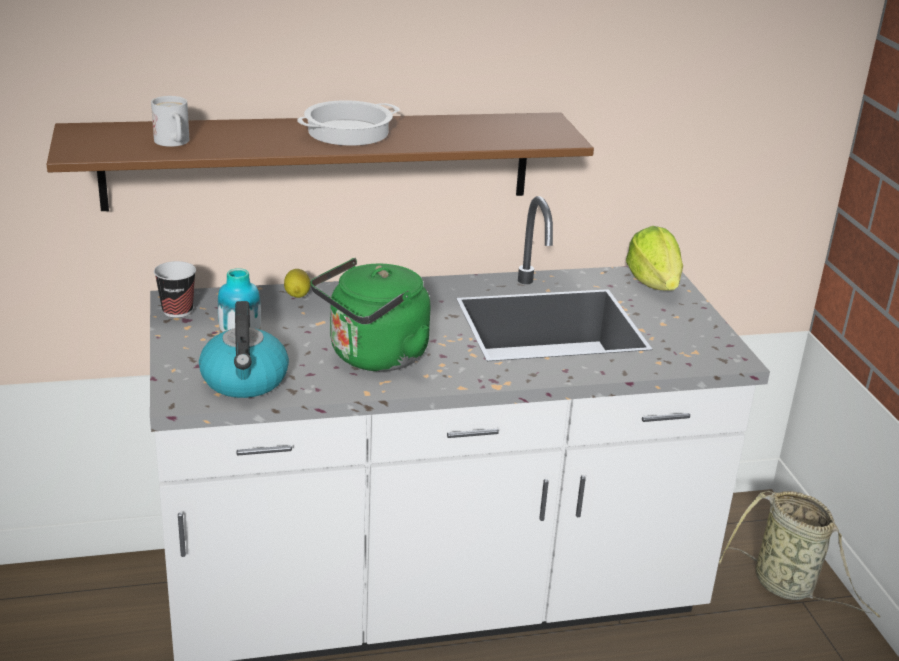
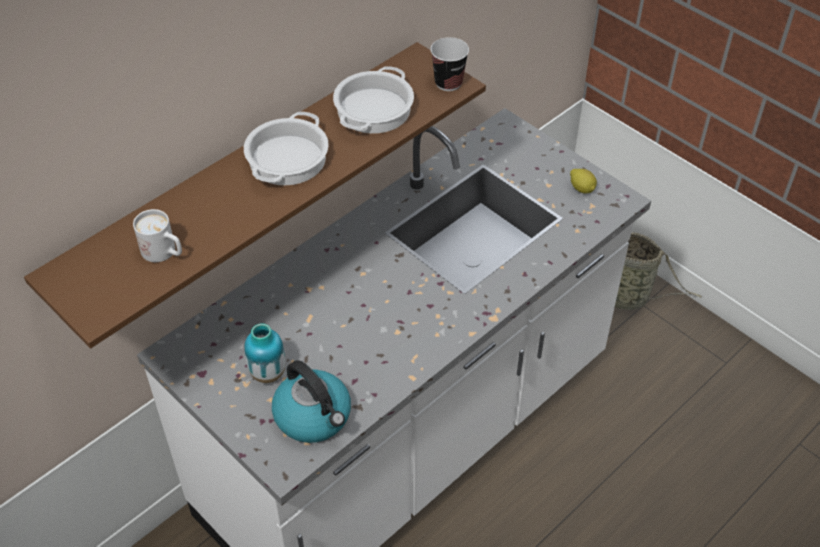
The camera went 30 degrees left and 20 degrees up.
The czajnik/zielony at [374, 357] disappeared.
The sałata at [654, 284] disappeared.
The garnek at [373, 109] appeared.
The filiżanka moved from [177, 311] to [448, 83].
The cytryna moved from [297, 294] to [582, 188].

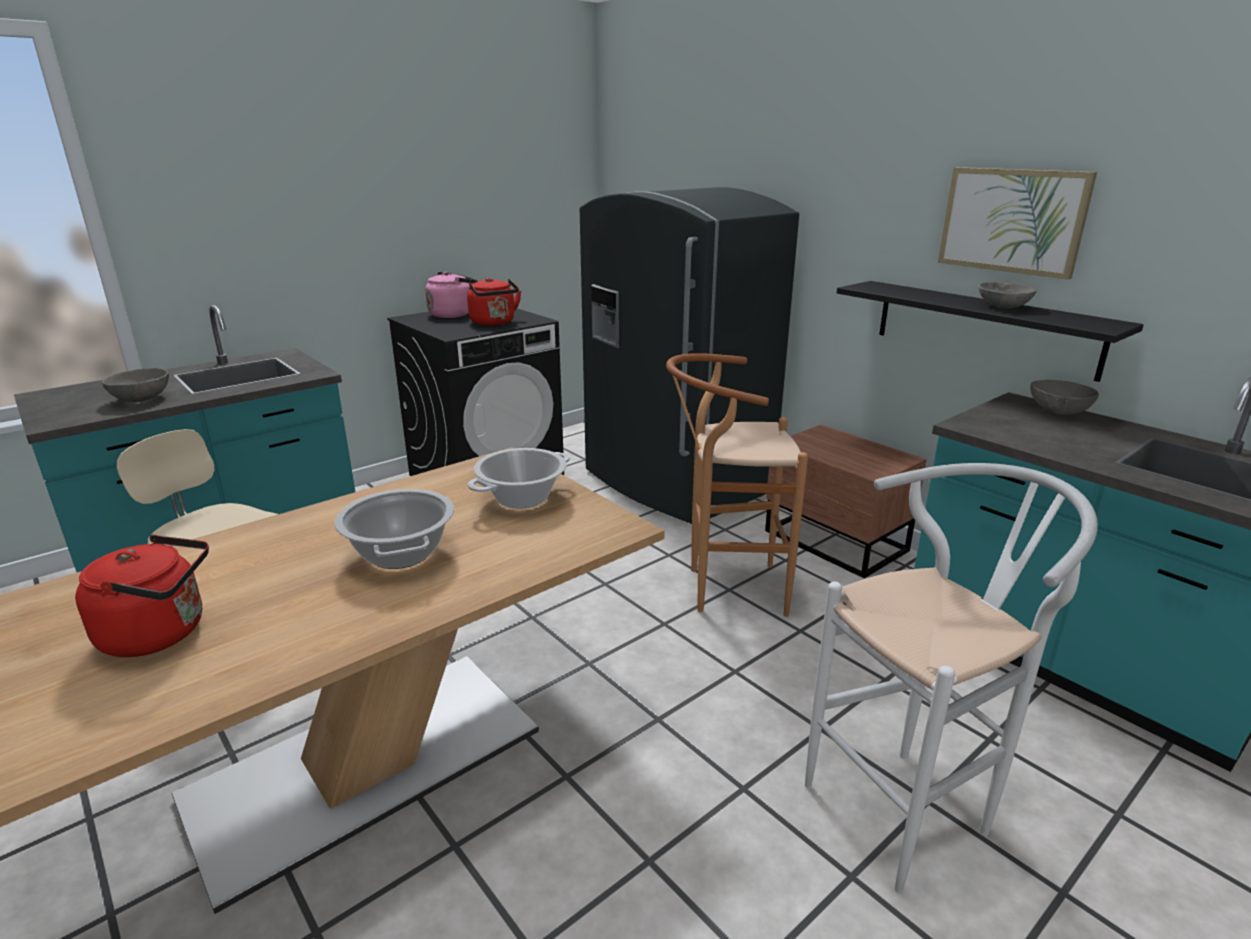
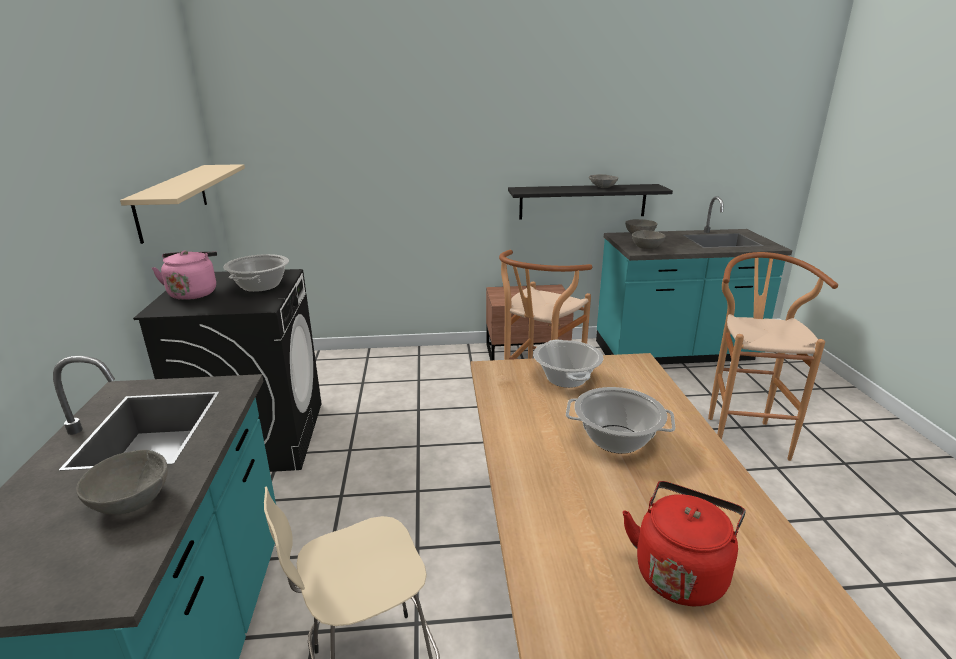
The camera went 55 degrees left and 0 degrees up.
The lodówka/szary at [674, 483] disappeared.
The obraz at [1012, 220] disappeared.
The półka/beżowy at [172, 200] appeared.
The miska/szary at [646, 248] appeared.
The czajnik/czerwony at [494, 323] was replaced by the garnek at [260, 286].
The stołek/biały at [910, 807] became the stołek/brązowy at [742, 433].

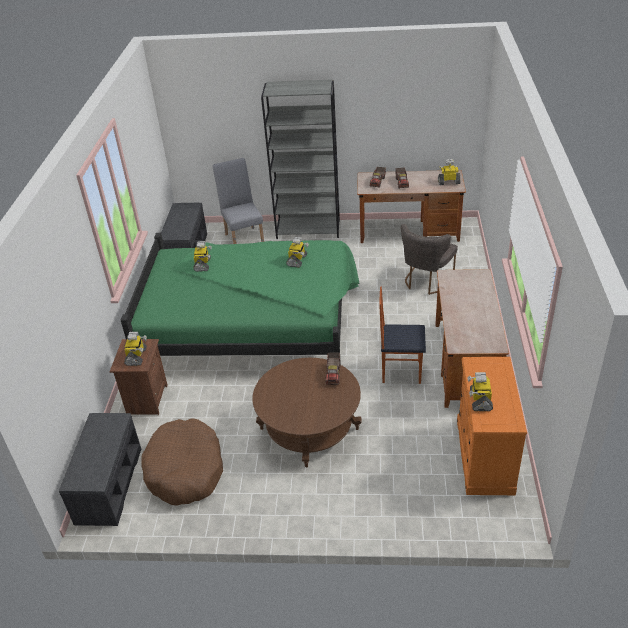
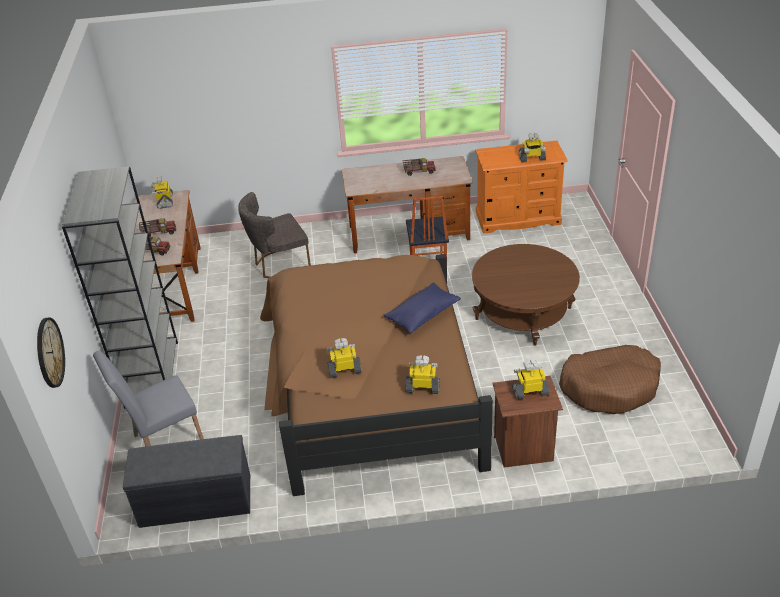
The camera went 100 degrees left and 0 degrees up.
The ławka/szary at [108, 484] disappeared.
The zegar ścienny at [49, 352] appeared.
The poduszka/niebieski at [422, 315] appeared.
The robot zabawkowy moved from [297, 260] to [423, 387].
The ciężarówka zabawkowa moved from [333, 374] to [419, 171].
The łóżko/zielony at [253, 324] became the łóżko/brązowy at [368, 386].
The krzesło/szary at [426, 282] turned 135 degrees clockwise.

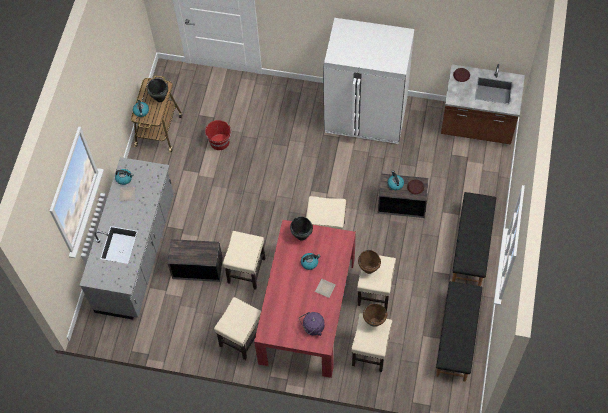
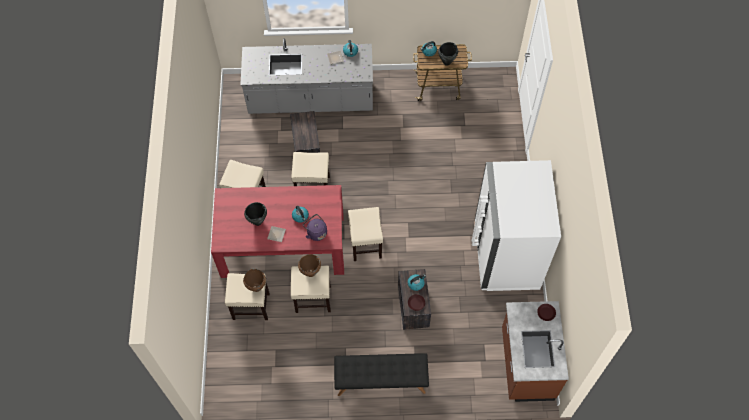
The camera went 75 degrees right and 0 degrees up.
The wiadro/czerwony at [220, 142] disappeared.
The ławka/czarny at [457, 338] disappeared.
The garnek/czarny moved from [301, 236] to [257, 221].
The czajnik/fioletowy moved from [312, 328] to [316, 232].

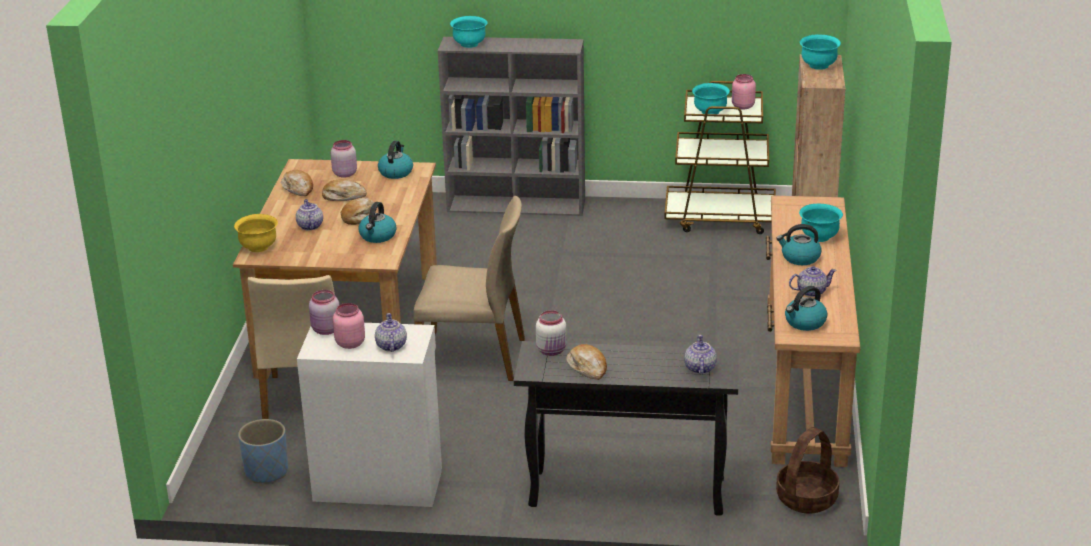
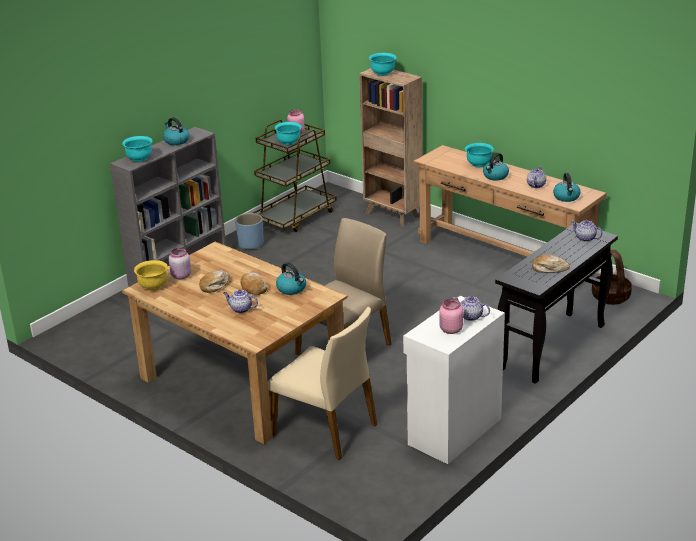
The camera went 55 degrees left and 0 degrees up.
The chleb at [298, 188] disappeared.
The słoik/różowy at [326, 330] disappeared.
The słoik/biały at [552, 351] disappeared.
The miska/żółty moved from [258, 247] to [153, 286].
The donica/niebieski moved from [266, 471] to [250, 244].
The czajnik moved from [396, 172] to [176, 141].

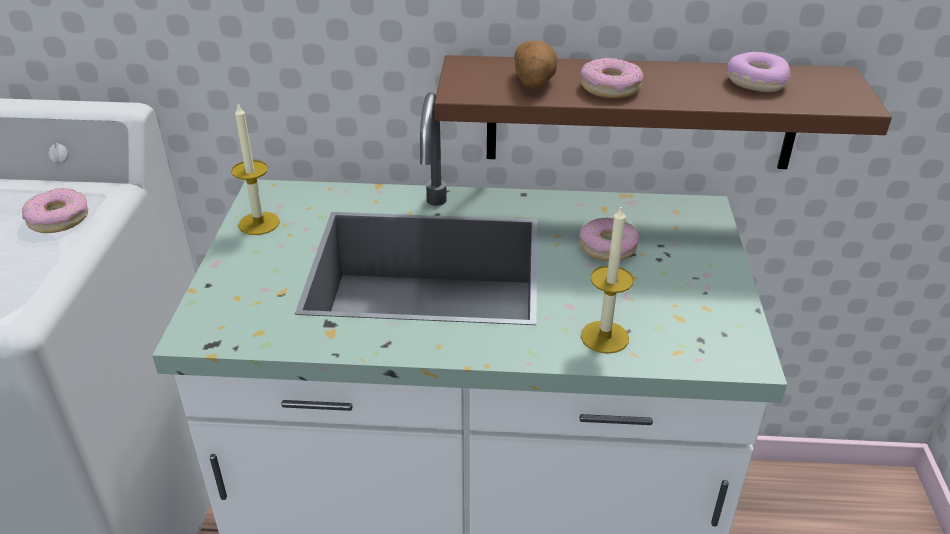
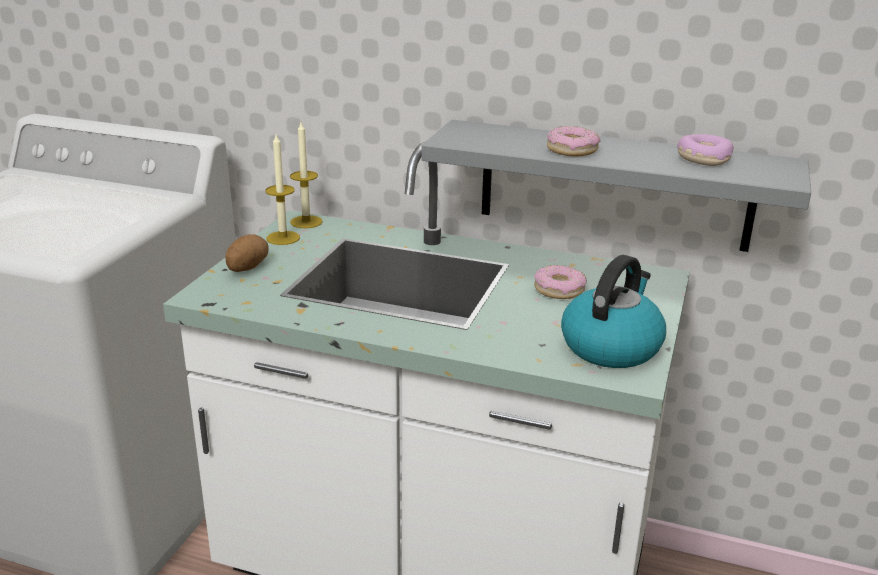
The camera went 15 degrees right and 10 degrees down.
The donut at [58, 219] disappeared.
The czajnik at [611, 346] appeared.
The ziemniak moved from [534, 83] to [247, 267].
The świeca moved from [604, 337] to [306, 222].
The półka/brązowy at [641, 113] became the półka/szary at [614, 185].

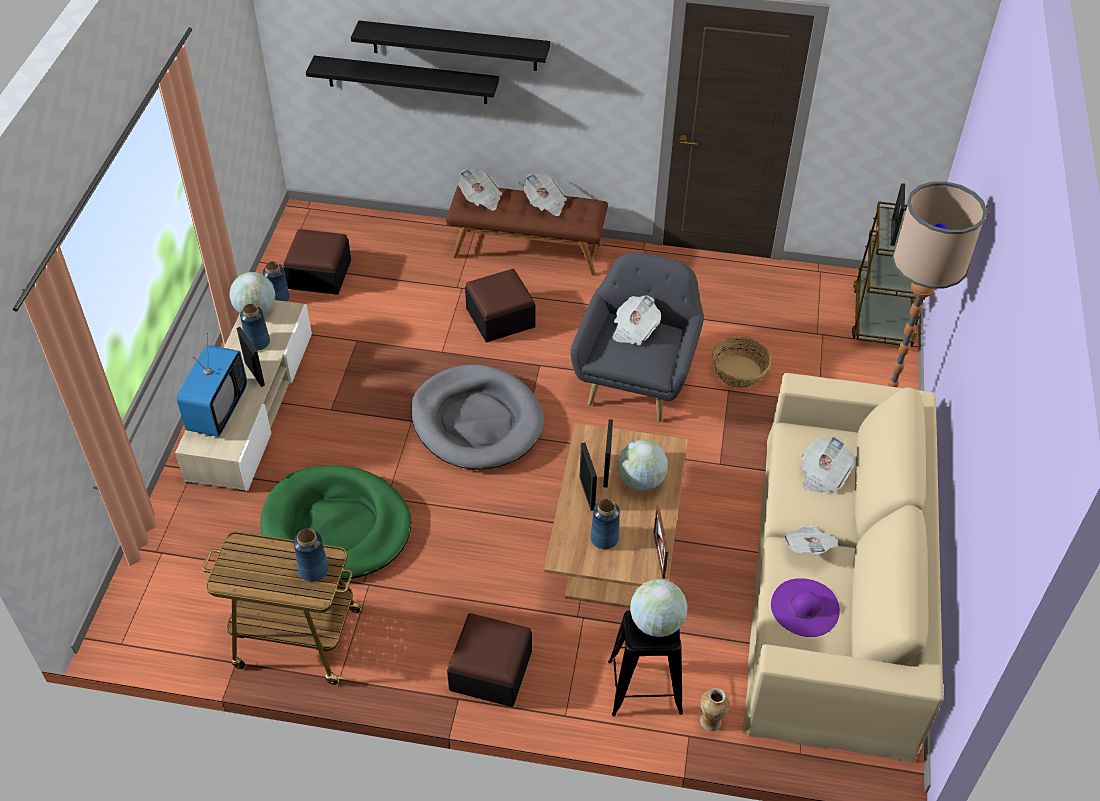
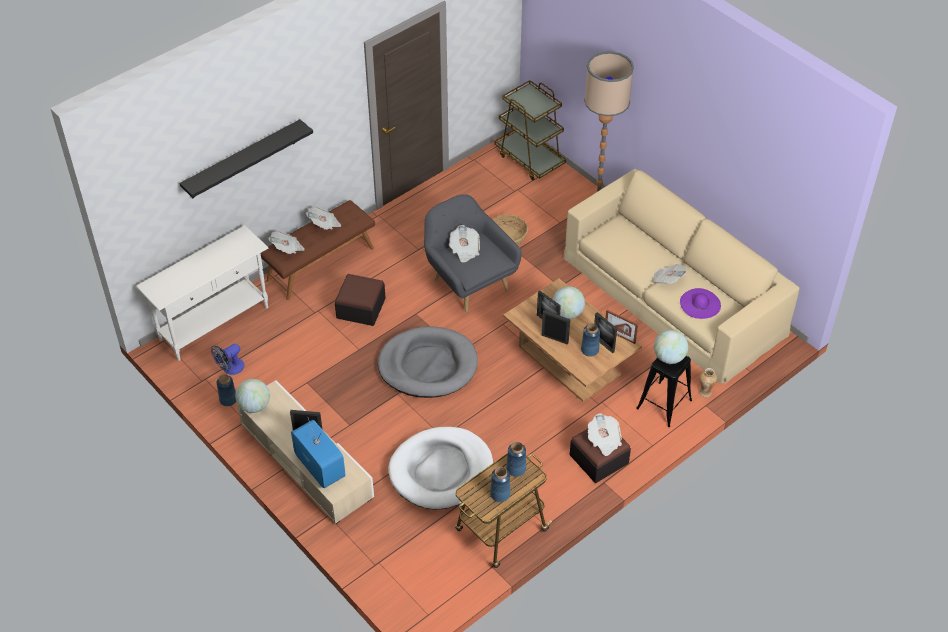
The camera went 50 degrees left and 0 degrees up.
The półka/czarny at [407, 80] disappeared.
The stolik konsolowy/biały at [215, 323] appeared.
The wazon/niebieski moved from [257, 342] to [500, 494].
The gazeta moved from [822, 475] to [604, 440].
The ramka na zdjęcie moved from [892, 233] to [603, 344].
The pufa at [319, 274] was replaced by the wentylator at [230, 368].
The legowisko/zielony at [336, 527] became the legowisko/biały at [441, 470].

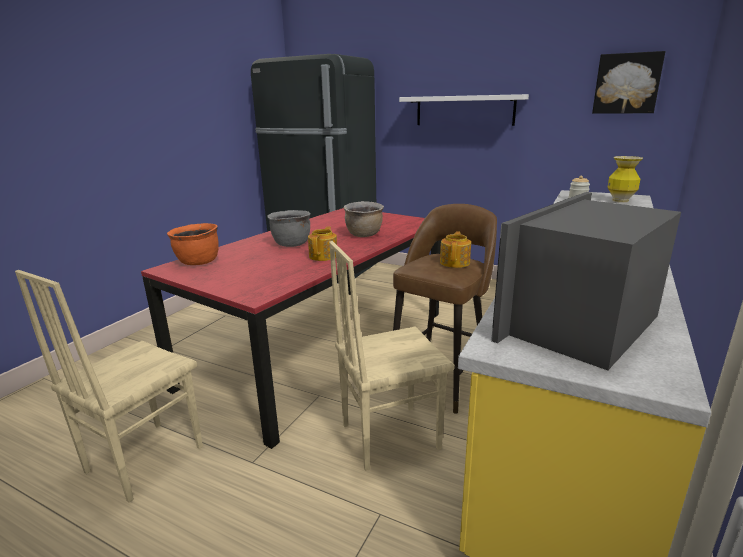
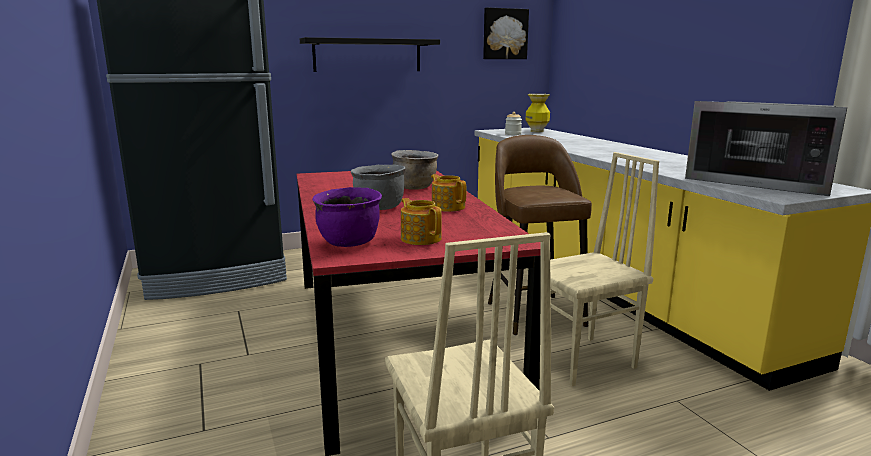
The camera went 50 degrees left and 5 degrees down.
The imbryk moved from [455, 262] to [421, 238].
The garnek/pomarańczowy at [198, 262] became the garnek/fioletowy at [349, 243].
The półka/biały at [464, 110] became the półka/czarny at [367, 55].
The krzesło/beżowy at [389, 435] turned 135 degrees counterclockwise.
The mikrofalówka at [580, 324] turned 45 degrees counterclockwise.

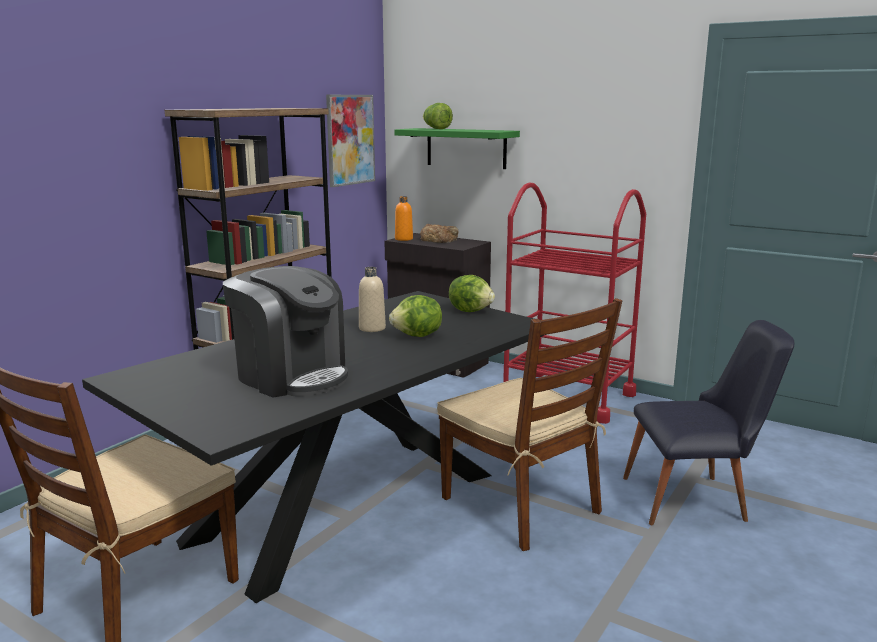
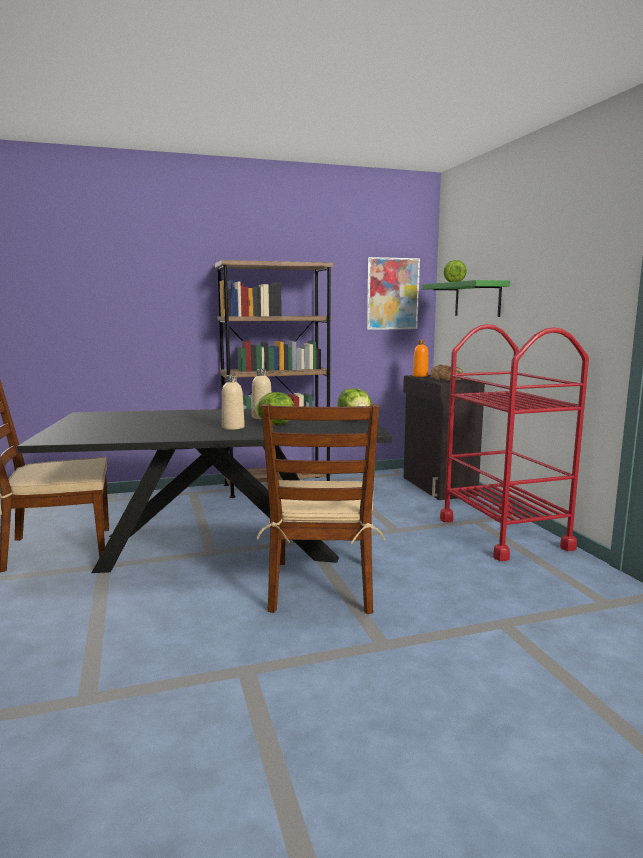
The camera went 40 degrees right and 5 degrees down.
The ekspres do kawy at [291, 376] disappeared.
The krzesło/czarny at [696, 500] disappeared.
The butelka/beżowy at [233, 427] appeared.

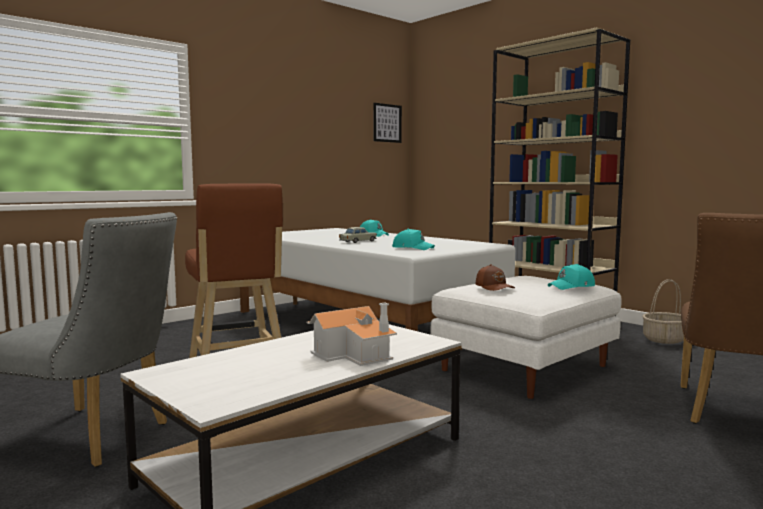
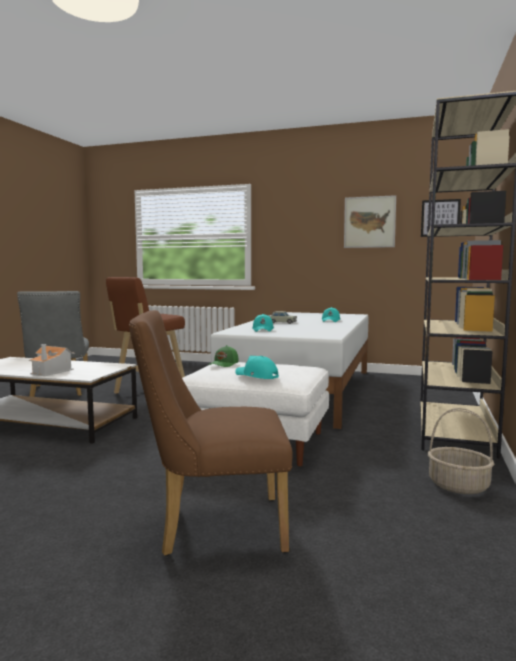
The camera went 60 degrees right and 0 degrees up.
The obraz at [369, 222] appeared.
The czapka z daszkiem/brązowy at [494, 287] became the czapka z daszkiem/zielony at [224, 364].

